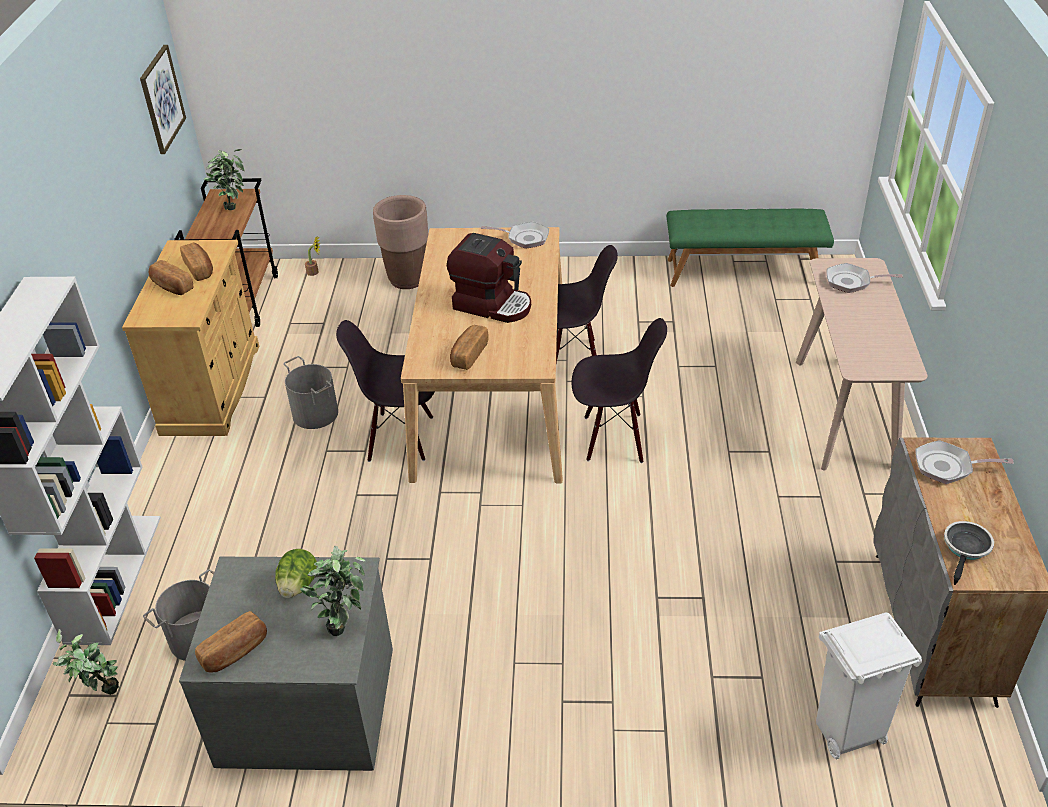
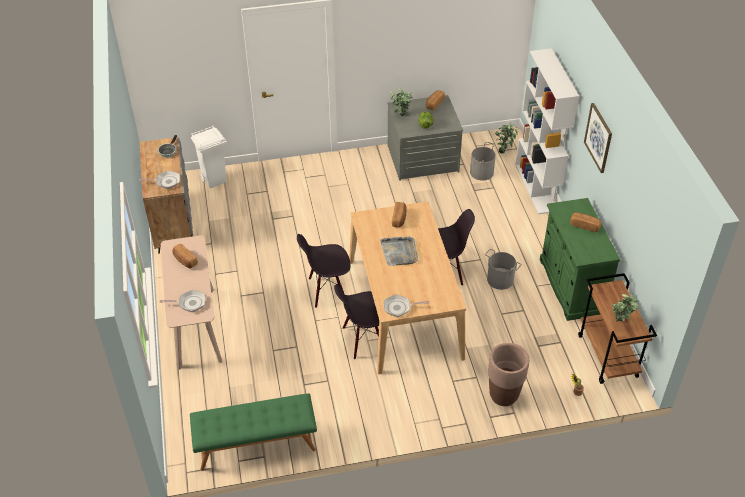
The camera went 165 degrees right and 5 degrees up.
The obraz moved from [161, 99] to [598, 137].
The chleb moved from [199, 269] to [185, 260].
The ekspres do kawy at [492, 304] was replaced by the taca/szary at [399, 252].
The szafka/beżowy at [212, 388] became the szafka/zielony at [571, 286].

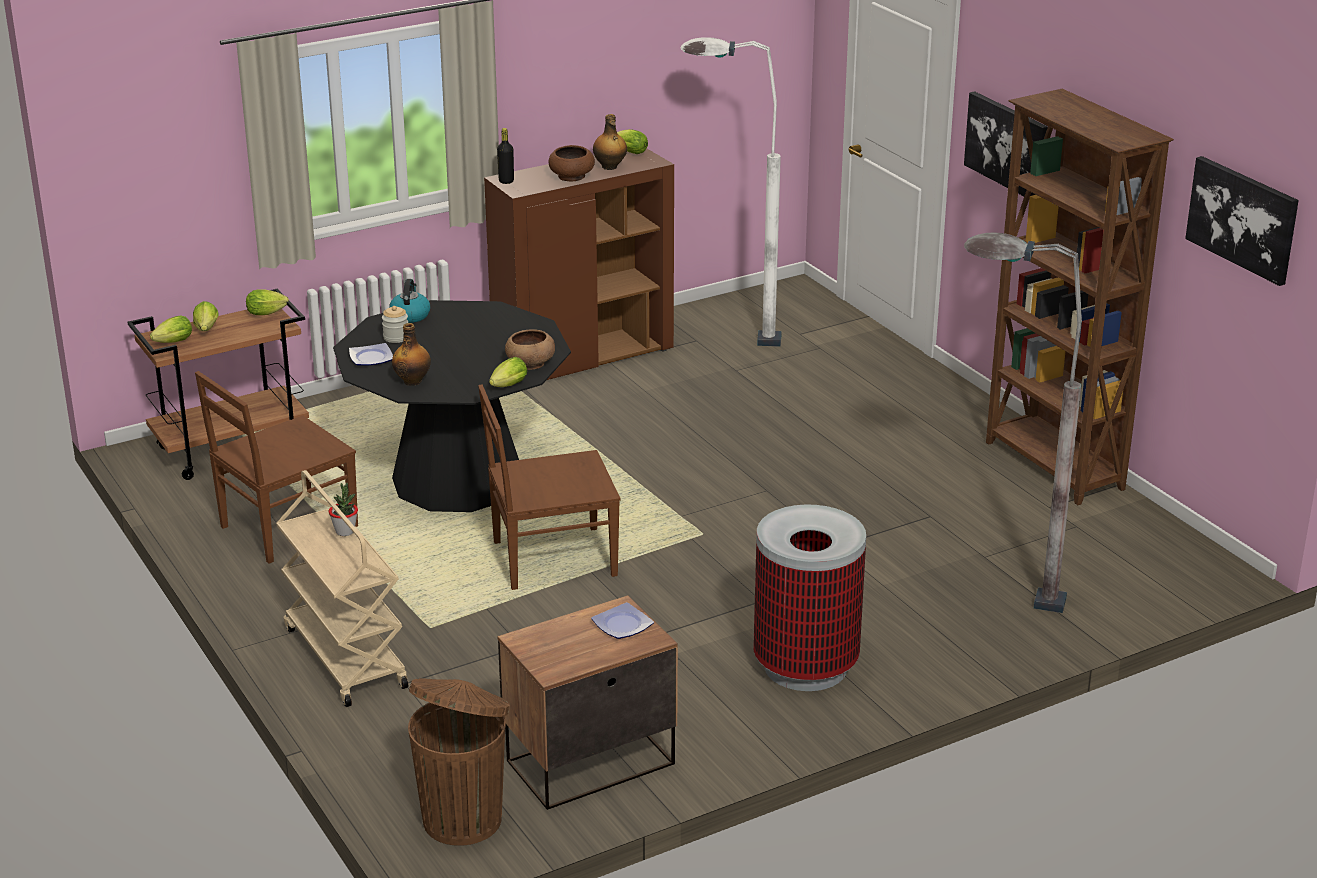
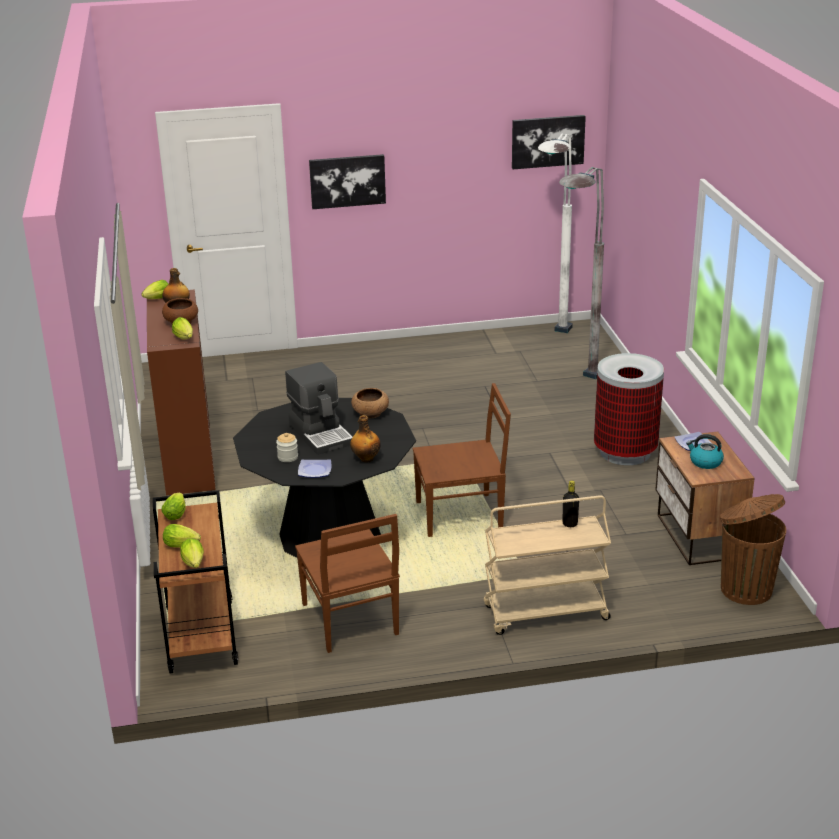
The camera went 70 degrees left and 0 degrees up.
The roślina doniczkowa at [345, 531] disappeared.
The regał/brązowy at [1053, 467] disappeared.
The ekspres do kawy at [321, 434] appeared.
The czajnik moved from [410, 315] to [705, 462].
The sałata moved from [507, 387] to [185, 338].
The butelka/czarny moved from [506, 181] to [570, 524].
The lampa stojąca/biały moved from [722, 339] to [552, 341].
The krzesło/brązowy at [551, 559] turned 105 degrees counterclockwise.

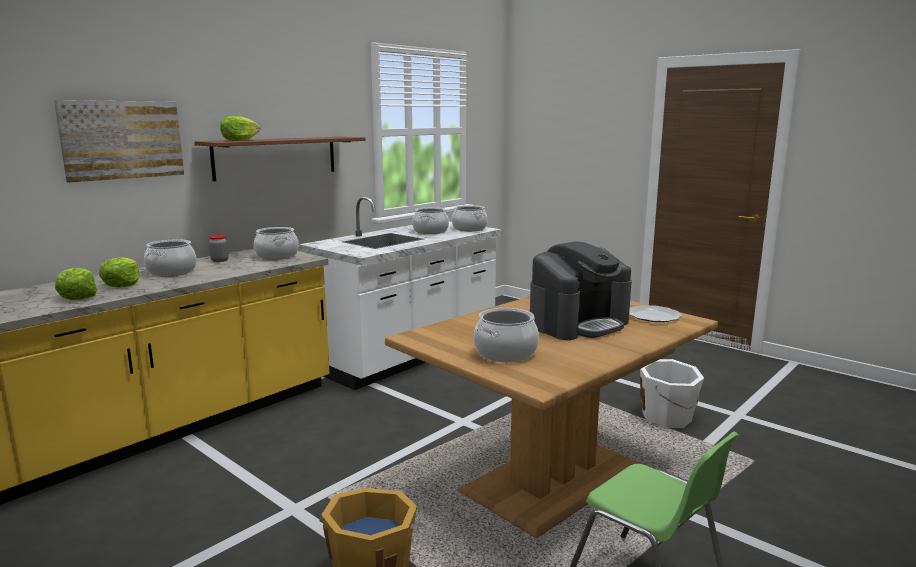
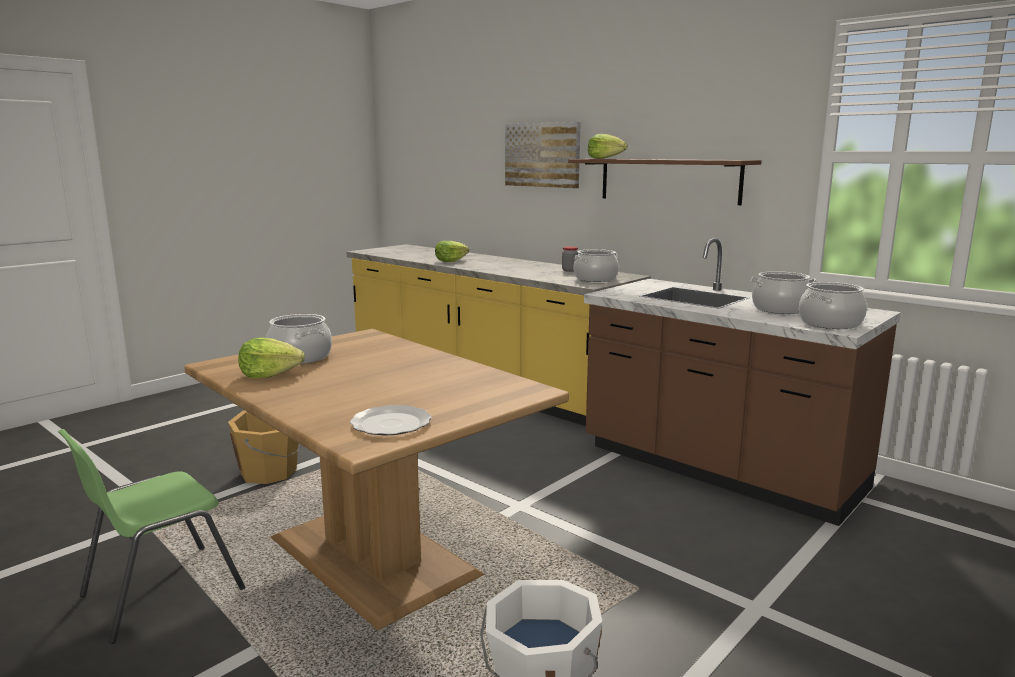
The camera went 90 degrees right and 0 degrees up.
The garnek at [171, 272] disappeared.
The ekspres do kawy at [578, 323] disappeared.
The sałata moved from [122, 284] to [270, 374].
The zabudowa kuchenna/biały at [408, 355] became the zabudowa kuchenna/brązowy at [719, 469].

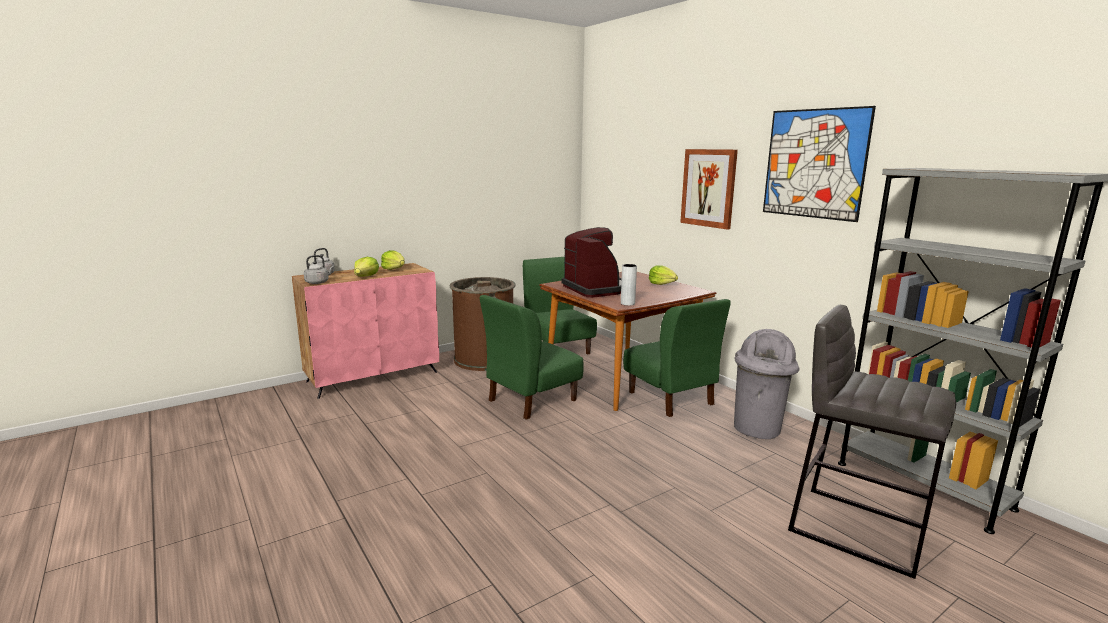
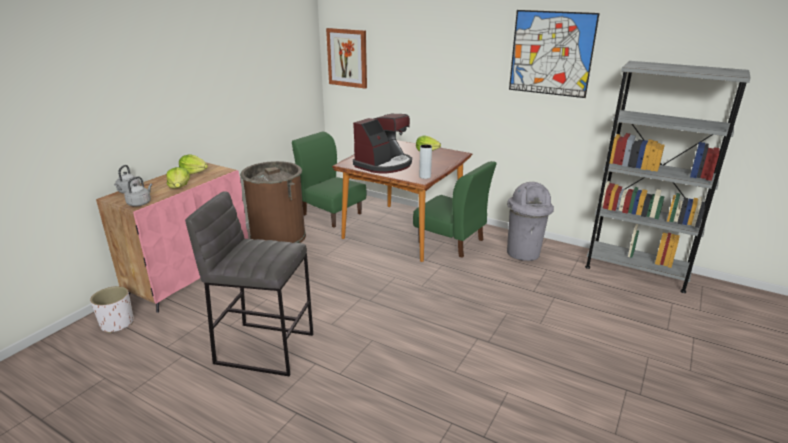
The camera went 25 degrees left and 10 degrees up.
The krzesło/zielony at [531, 400] disappeared.
The donica/biały at [117, 323] appeared.
The obraz moved from [708, 188] to [347, 58].
The stołek/szary moved from [856, 528] to [264, 347].
The ekspres do kawy at [595, 289] turned 90 degrees clockwise.

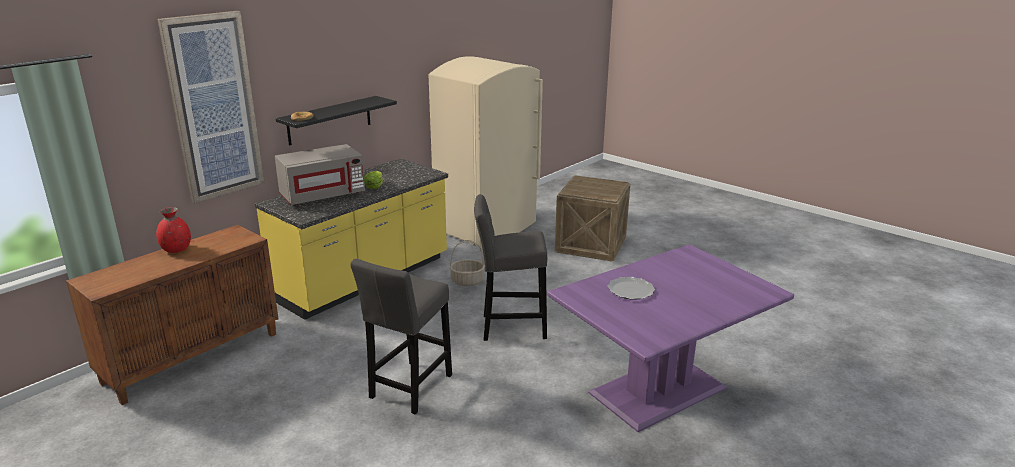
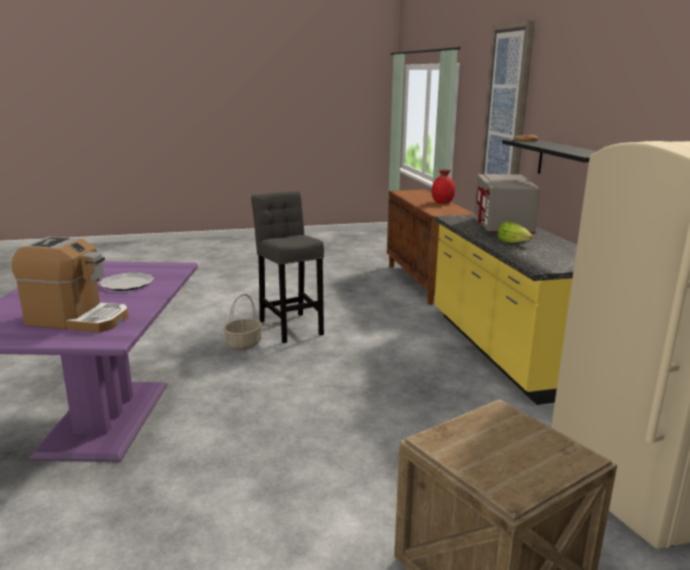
The camera went 125 degrees right and 5 degrees down.
The stołek/szary at [509, 327] disappeared.
The ekspres do kawy at [77, 319] appeared.
The koszyk moved from [467, 281] to [243, 344].

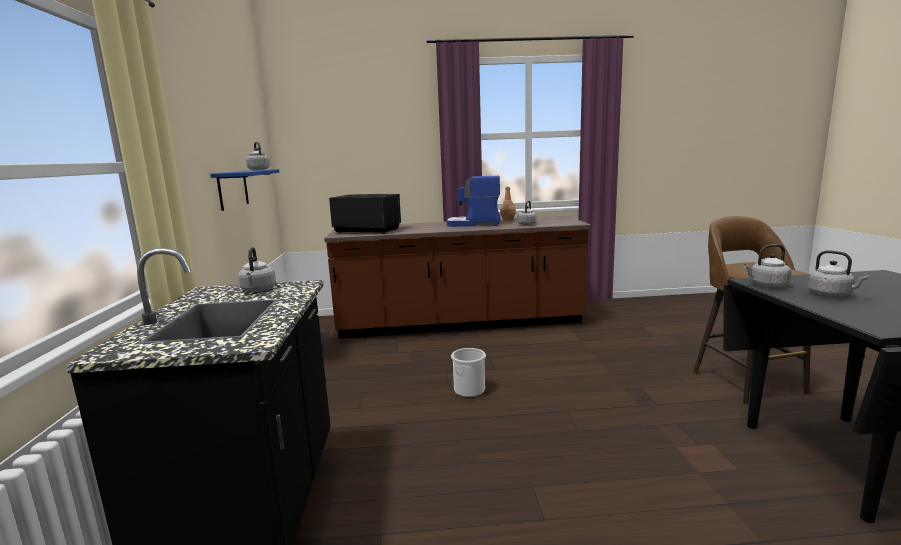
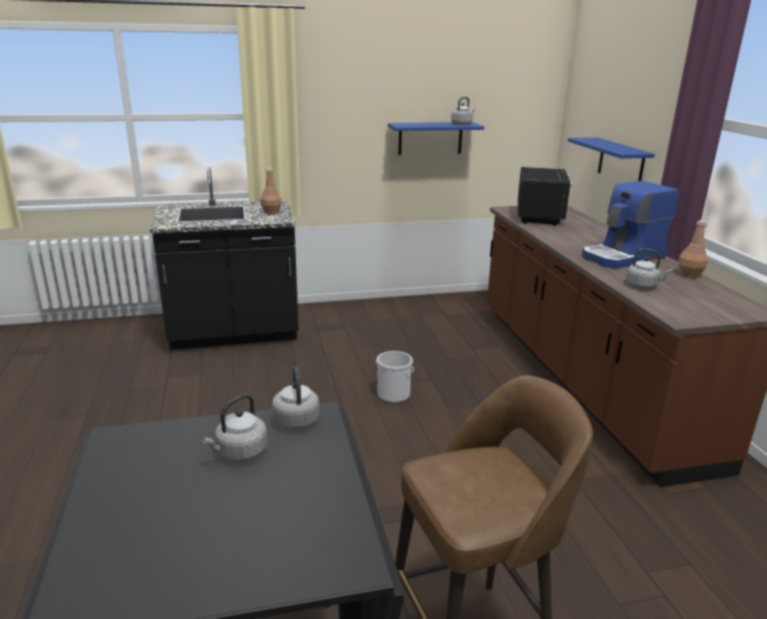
The camera went 80 degrees right and 10 degrees up.
The półka/niebieski at [621, 162] appeared.
The czajnik/szary at [258, 290] was replaced by the butelka/brązowy at [271, 212].
The ekspres do kawy at [474, 224] turned 120 degrees counterclockwise.

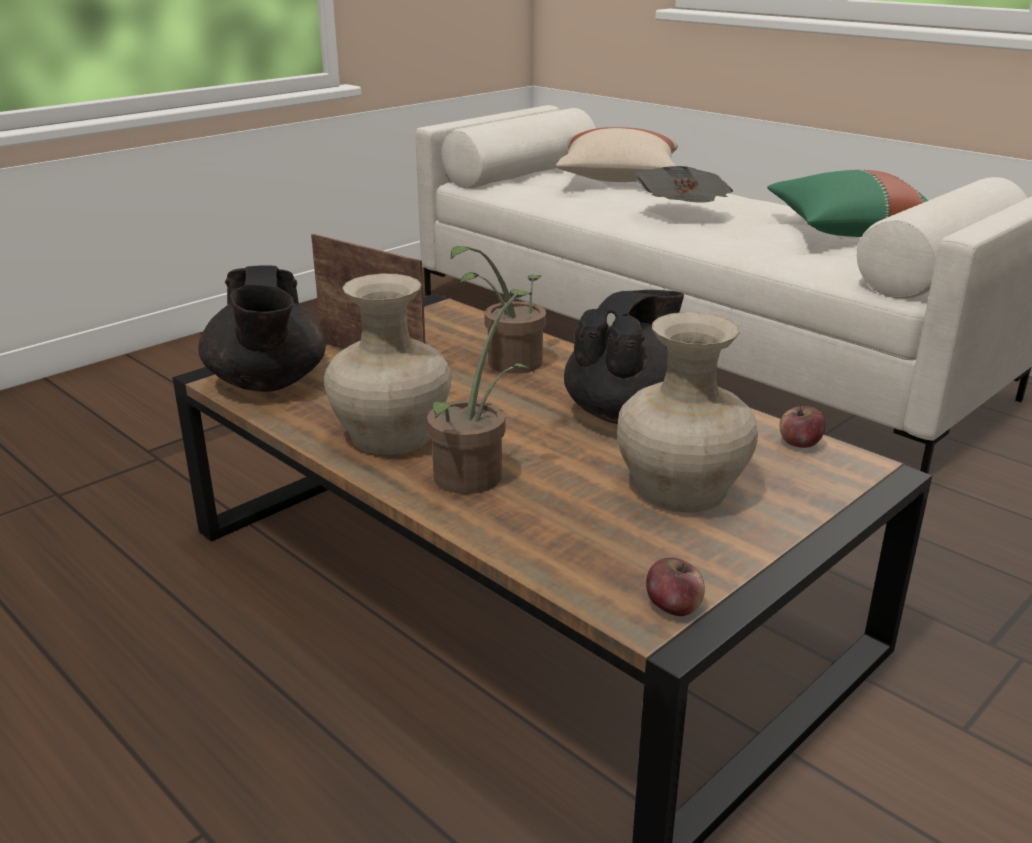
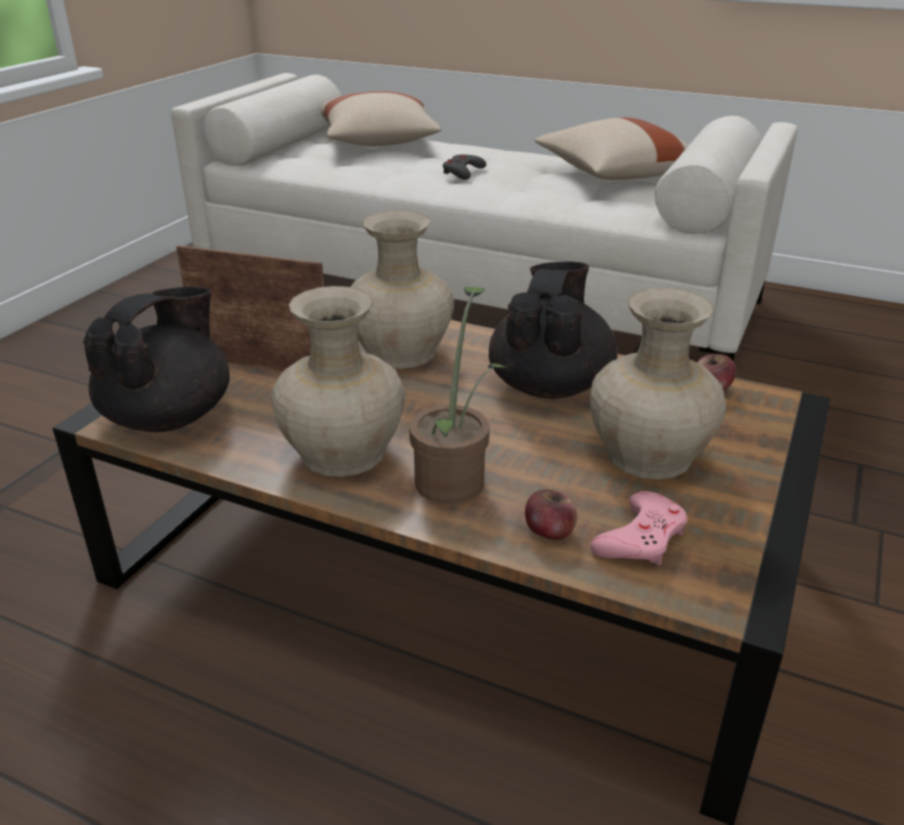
The camera went 20 degrees left and 5 degrees up.
The pad do gier/różowy at [641, 538] appeared.
The jabłko moved from [673, 607] to [549, 532].
The roślina doniczkowa at [507, 364] was replaced by the wazon/beżowy at [402, 351].
The gazeta at [682, 213] was replaced by the pad do gier/szary at [463, 172].
The poduszka/zielony at [848, 232] became the poduszka/beżowy at [614, 175].
The imbryk/czarny at [268, 383] turned 120 degrees counterclockwise.

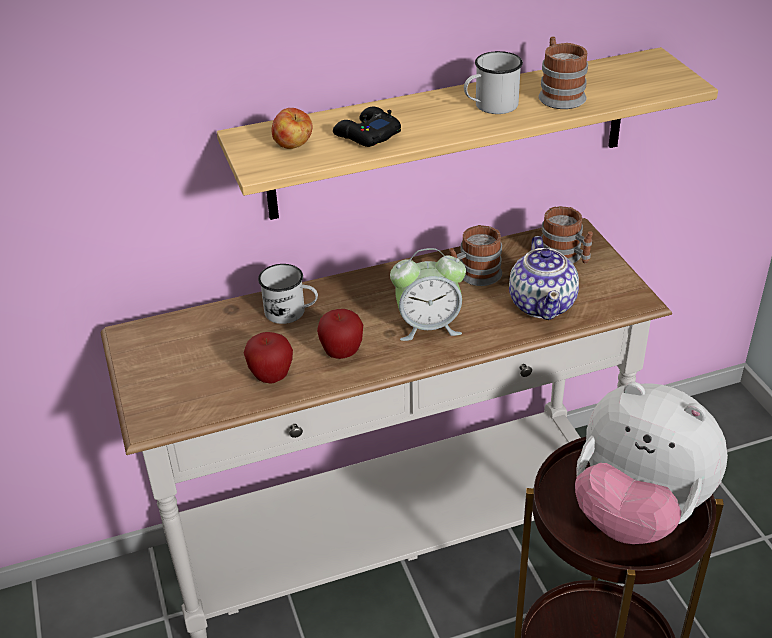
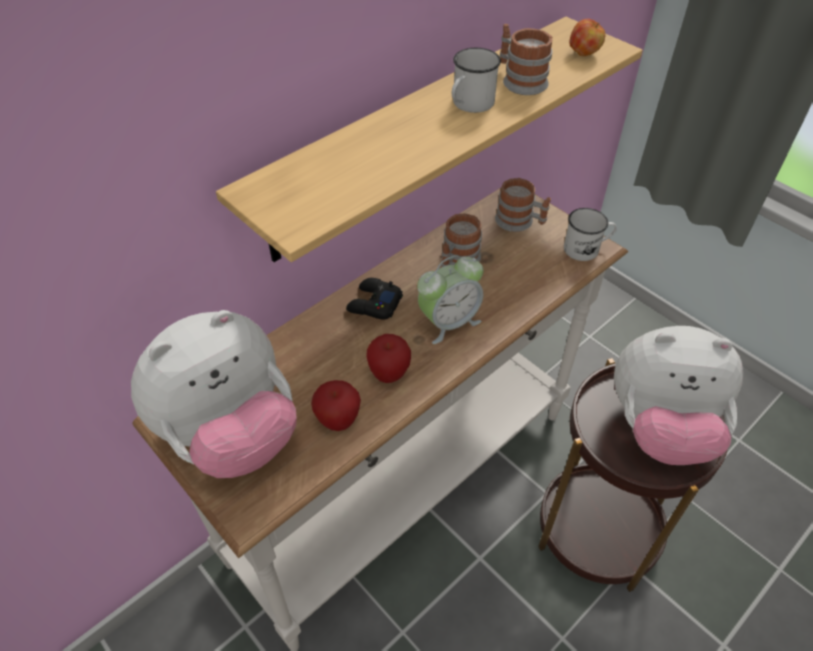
The camera went 25 degrees left and 10 degrees up.
The imbryk at [542, 304] disappeared.
The pluszak at [231, 435] appeared.
The kubek/biały moved from [291, 312] to [586, 248].
The jabłko moved from [293, 146] to [584, 53].
The pad do gier/czarny moved from [366, 135] to [374, 304].

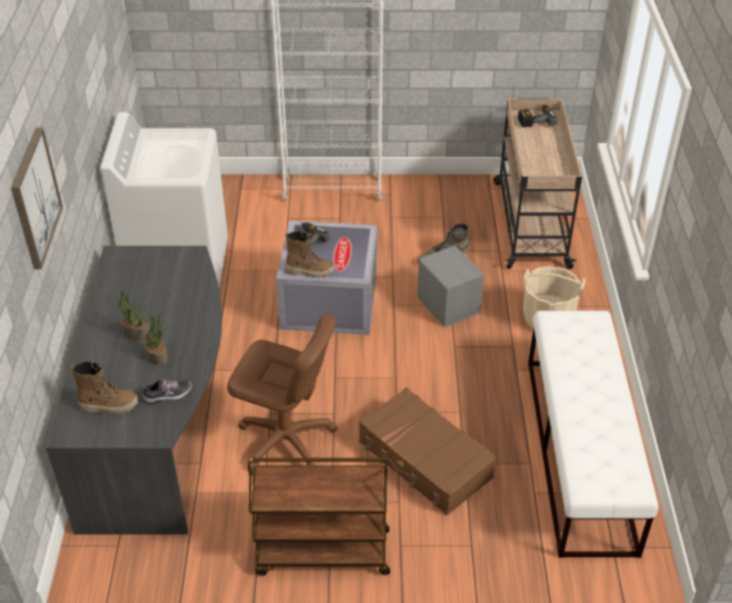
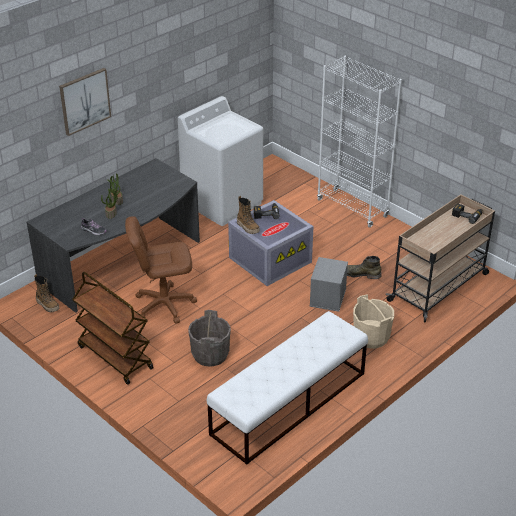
The camera went 45 degrees right and 5 degrees down.
The but z cholewką moved from [109, 405] to [48, 305].
The walizka/brązowy at [424, 460] was replaced by the wiadro/szary at [210, 354].
The krzesło biurowe/brązowy at [286, 440] turned 105 degrees clockwise.

